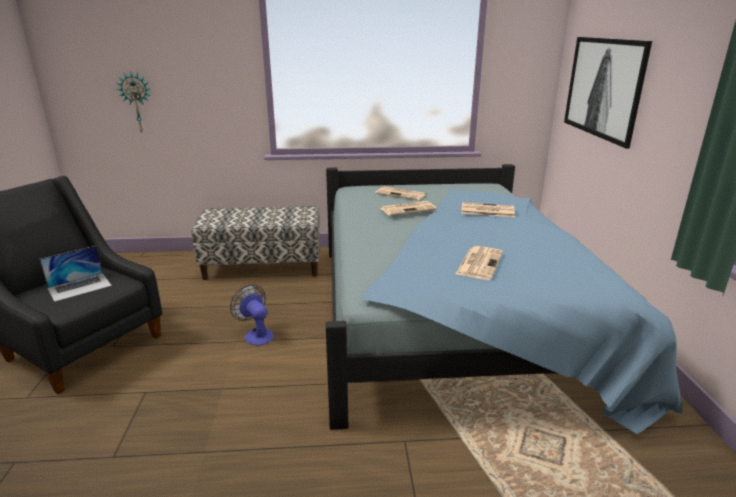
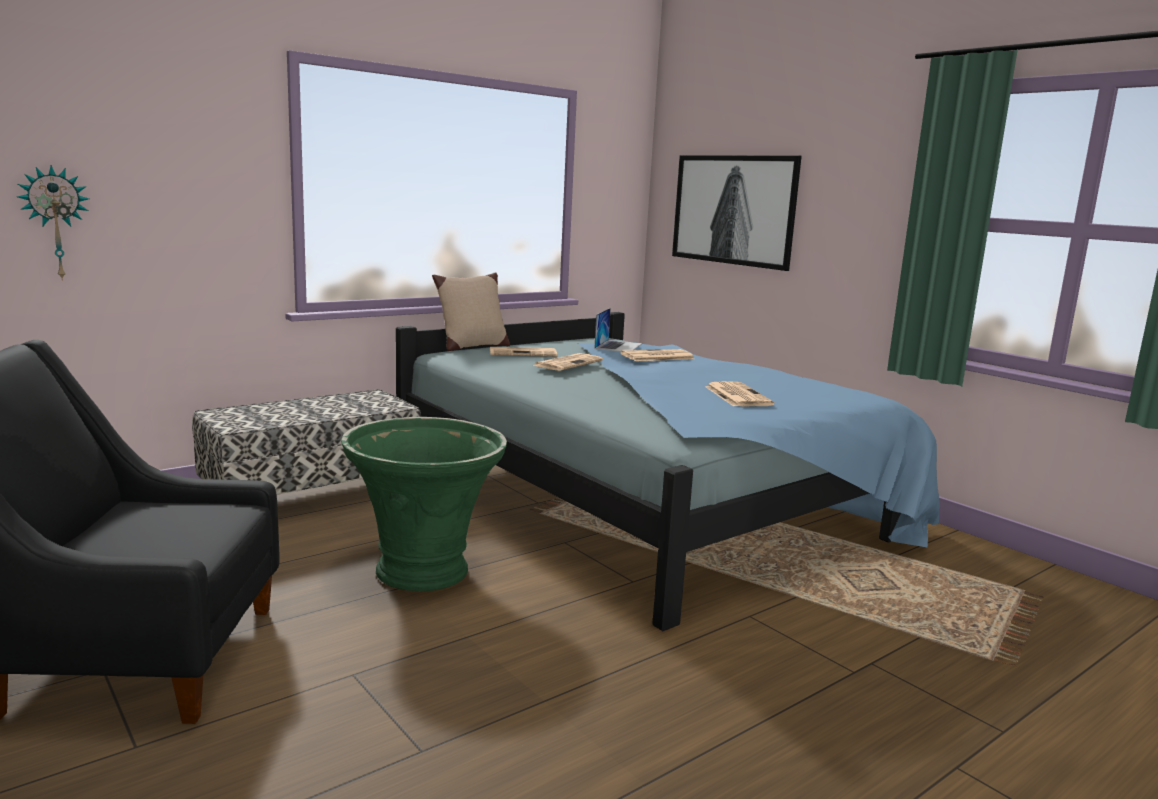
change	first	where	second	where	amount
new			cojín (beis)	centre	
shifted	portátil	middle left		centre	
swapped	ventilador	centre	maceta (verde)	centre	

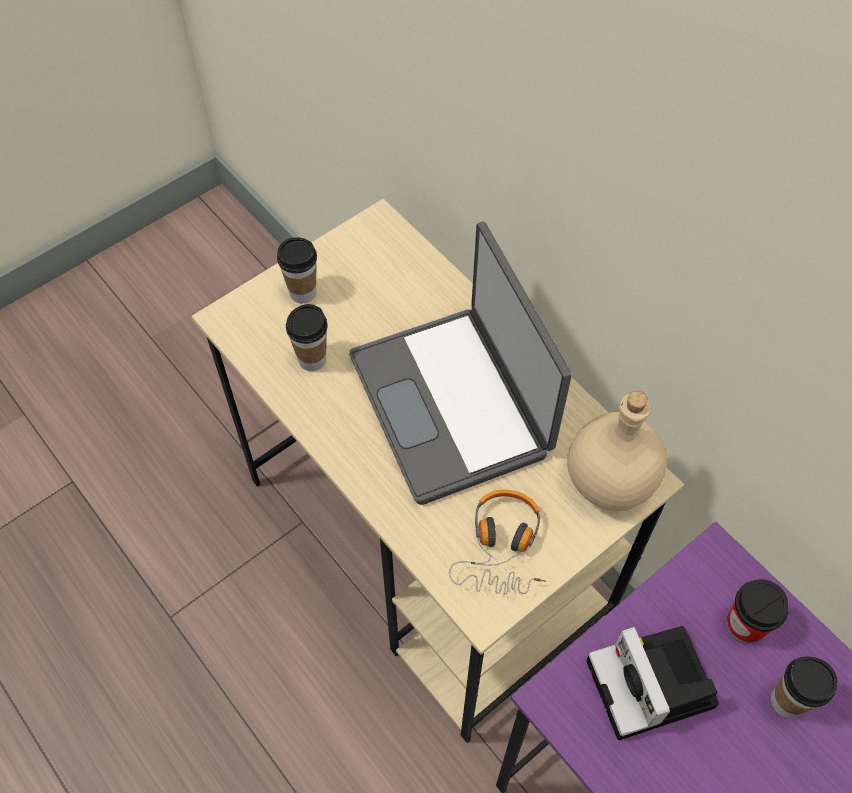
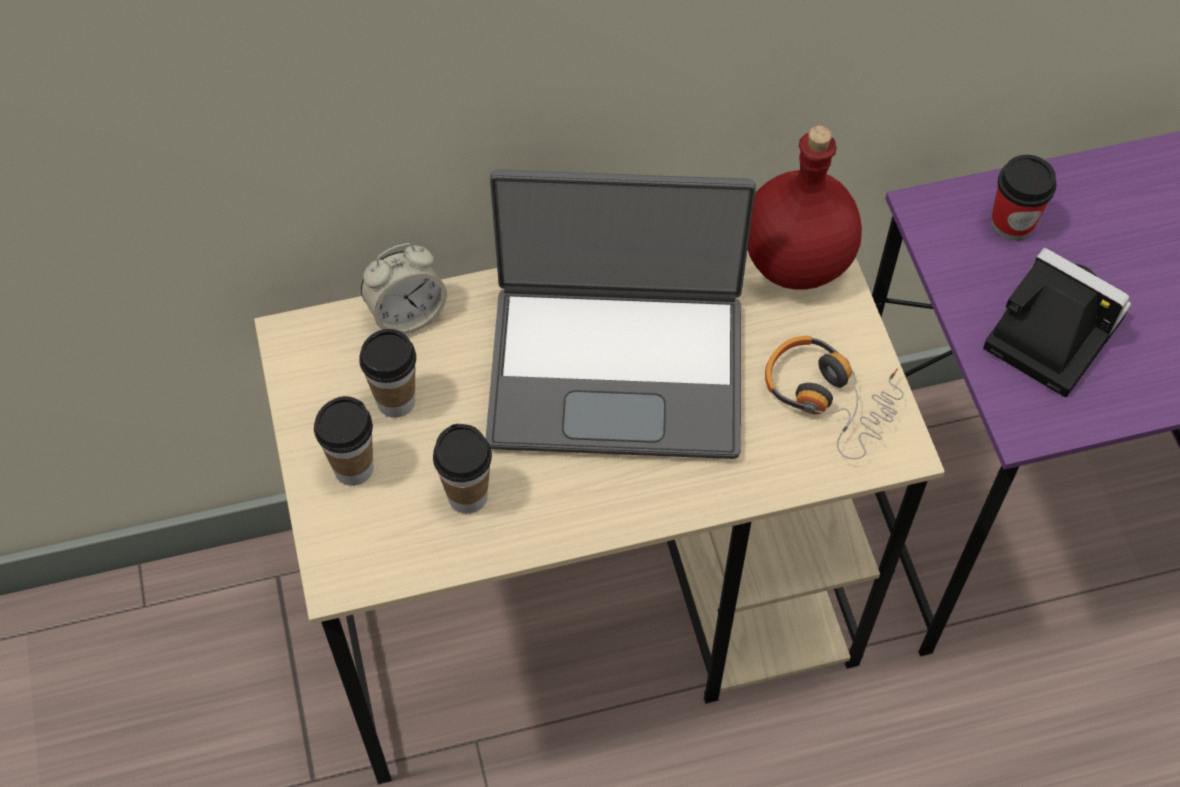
change	first	where	second	where	amount
new			despertador	centre	
shifted	taza (no. 4 from left in the first image)	bottom right	taza (no. 2 from left)	middle left	
repainted	botella (beis)	middle right	botella (rojo)	top right	
rotated	cámara	bottom right		middle right	150 degrees counterclockwise

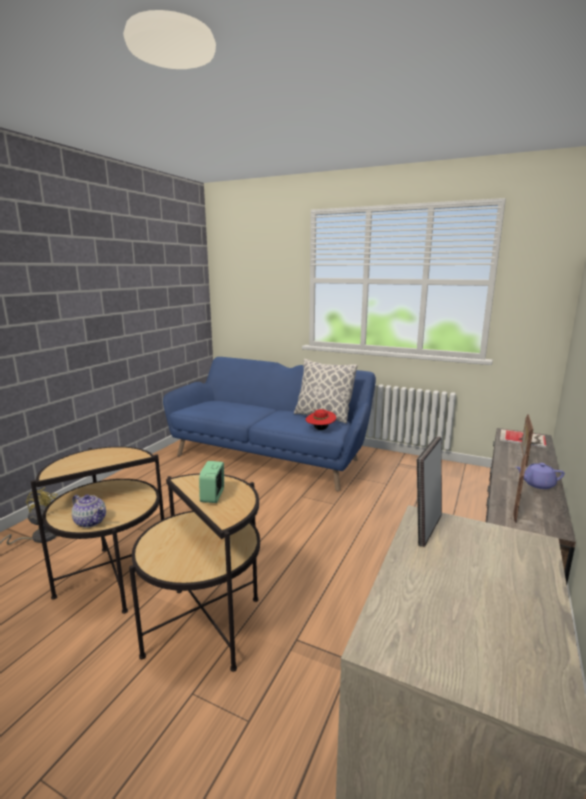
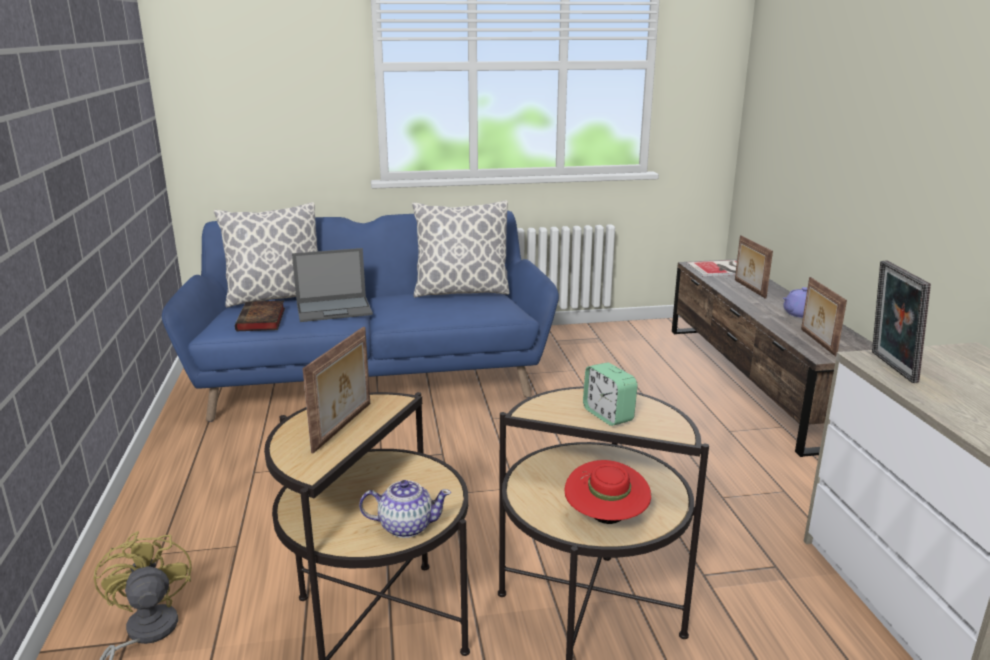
change	first	where	second	where	amount
new			cojín (no. 1 from left)	middle left	
new			libro (no. 1 from left)	middle left	
new			portátil	centre	
new			portarretratos (no. 1 from left)	centre	
shifted	sombrero (rojo)	centre		bottom centre	

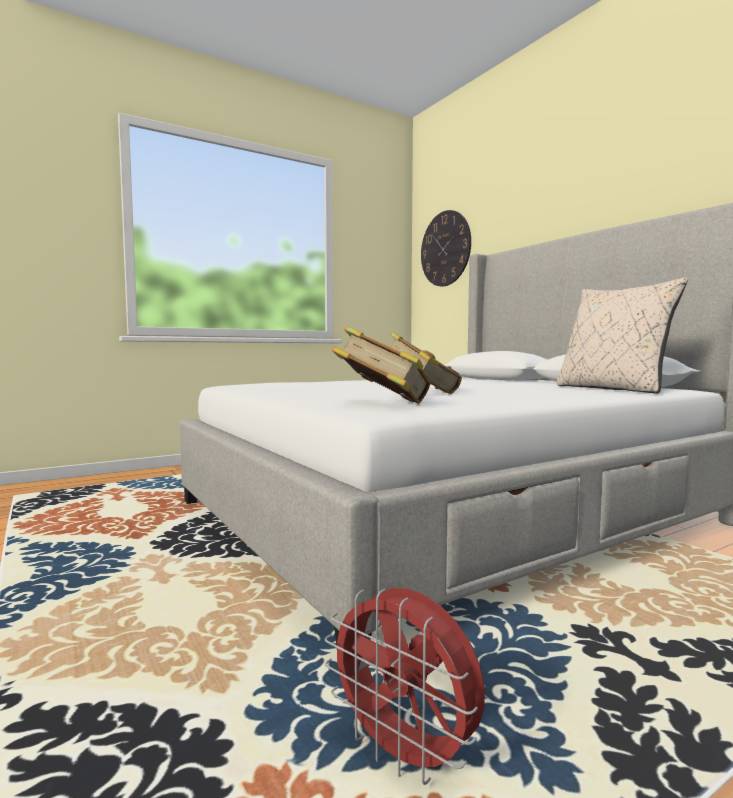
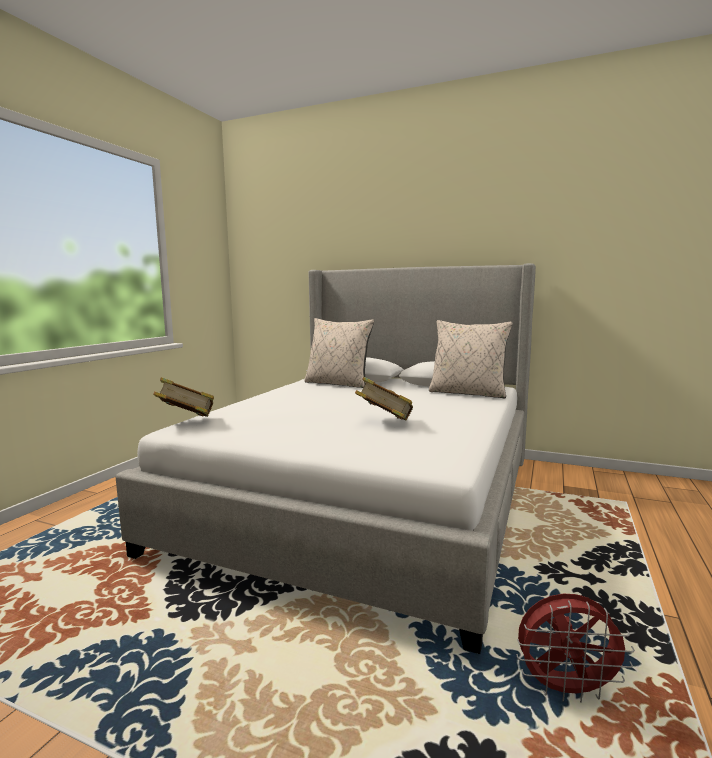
change	first	where	second	where	amount
gone	reloj de pared	top centre			
new			cojín (beis) (no. 1 from left)	centre	
shifted	libro (no. 1 from left)	centre		middle left	

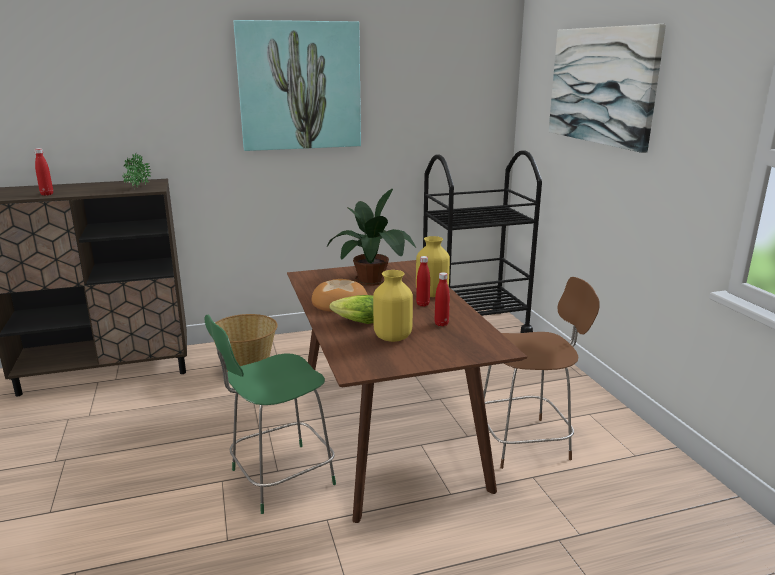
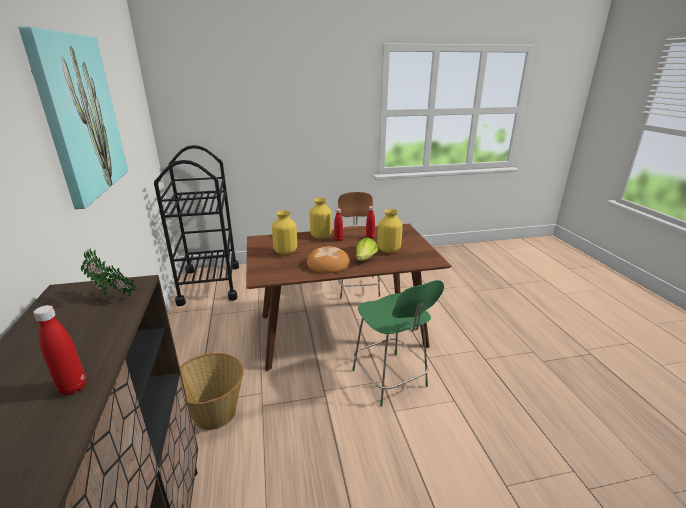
change	first	where	second	where	amount
gone	cuadro (no. 2 from left)	top right			
swapped	planta en maceta (no. 2 from left)	centre	florero (amarillo) (no. 1 from left)	centre	

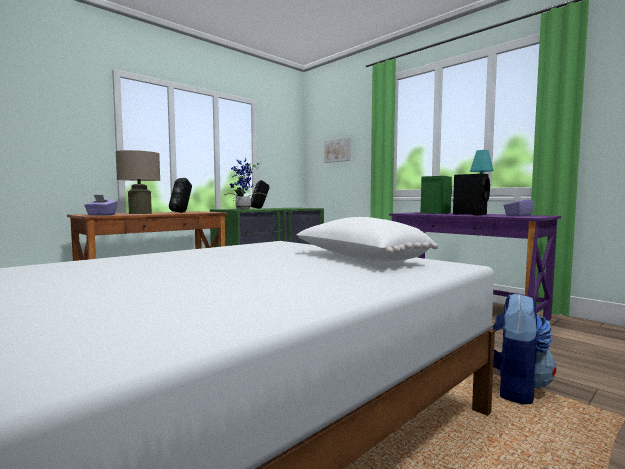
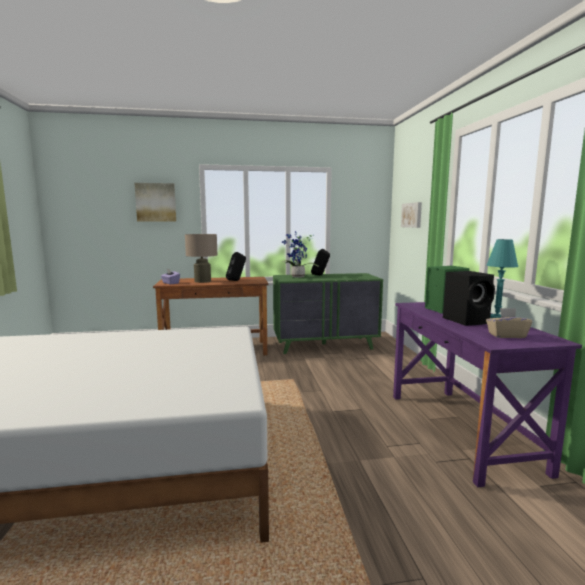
change	first	where	second	where	amount
gone	cojín (blanco)	centre			
gone	mochila	bottom right			
new			cuadro (no. 1 from left)	middle left	
repainted	caja de pañuelos (morado) (no. 2 from left)	middle right	caja de pañuelos (beis)	middle right	

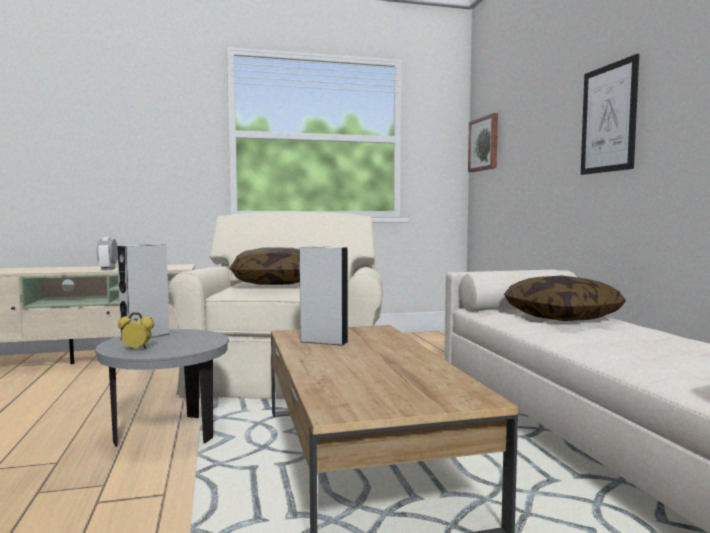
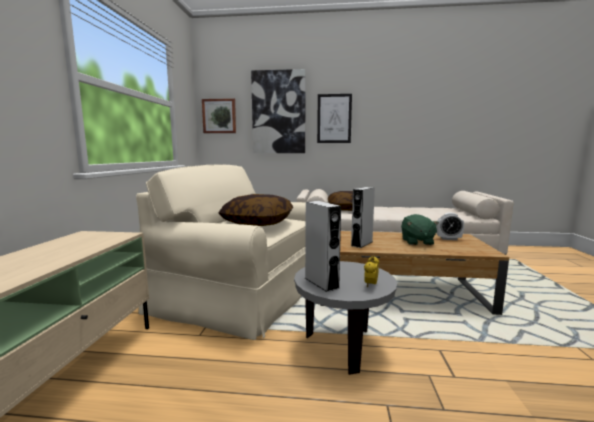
change	first	where	second	where	amount
new			cuadro (no. 2 from left)	top centre	
new			peluche (verde)	middle right	
shifted	despertador (no. 1 from left in the first image)	middle left	despertador (no. 2 from left)	middle right	

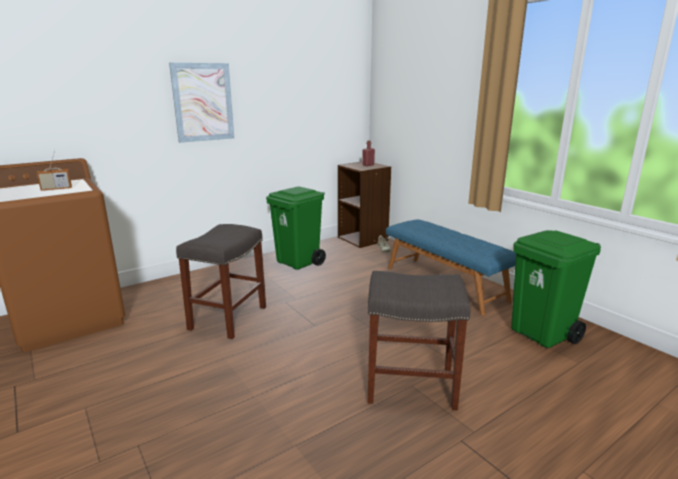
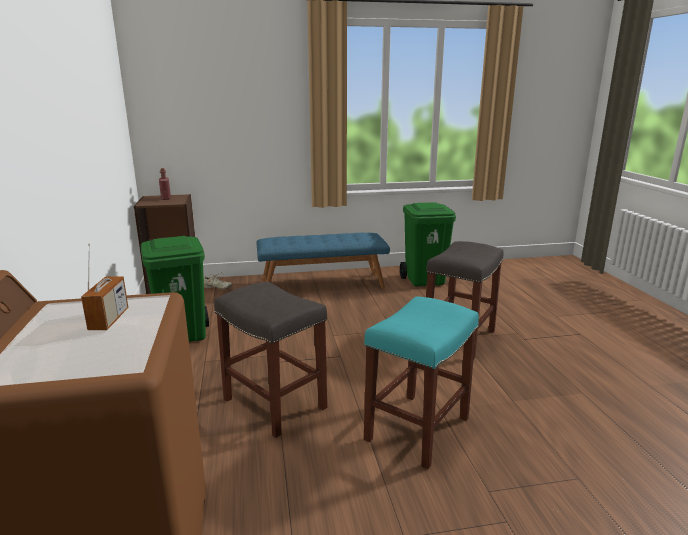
change	first	where	second	where	amount
gone	cuadro	top left			
new			taburete (turquesa)	bottom centre	

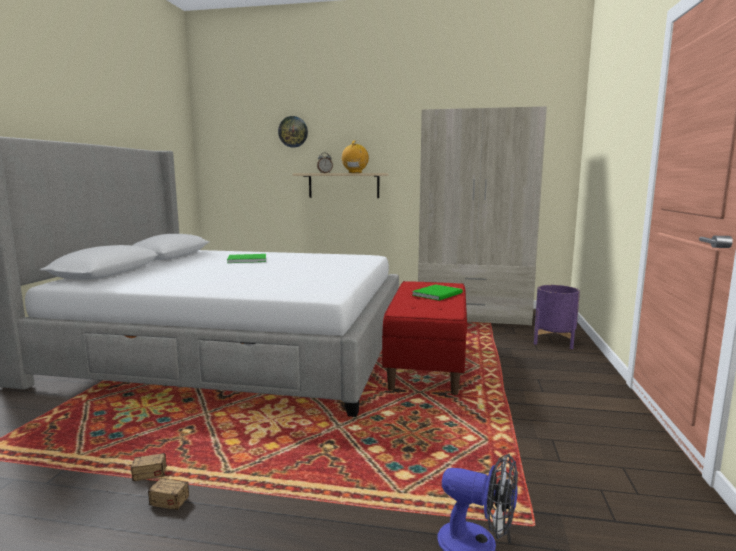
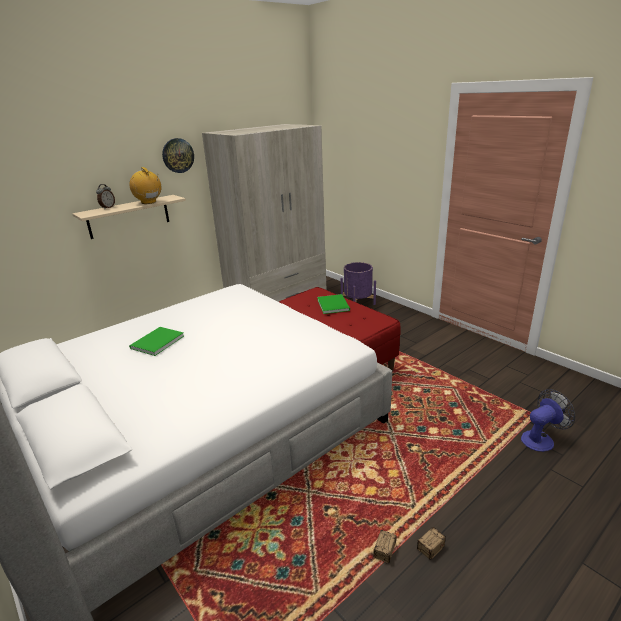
change	first	where	second	where	amount
shifted	reloj de pared	top centre		top left	

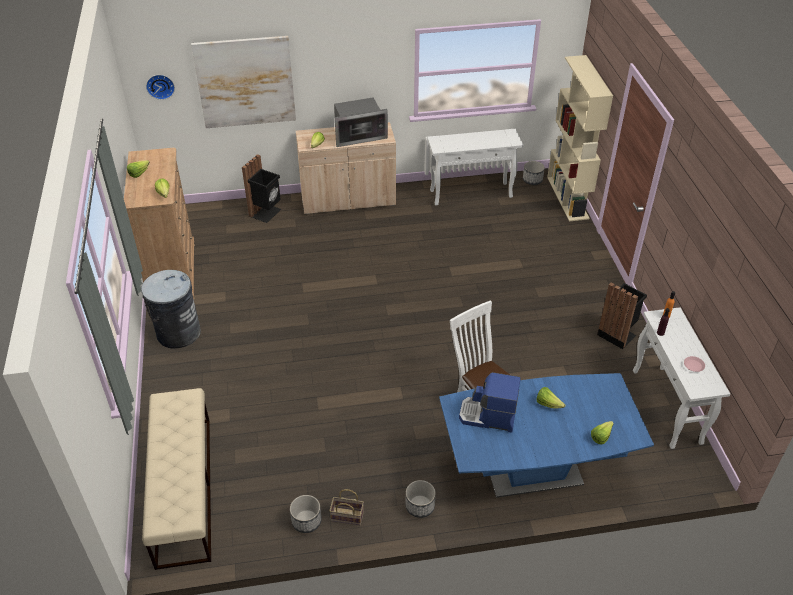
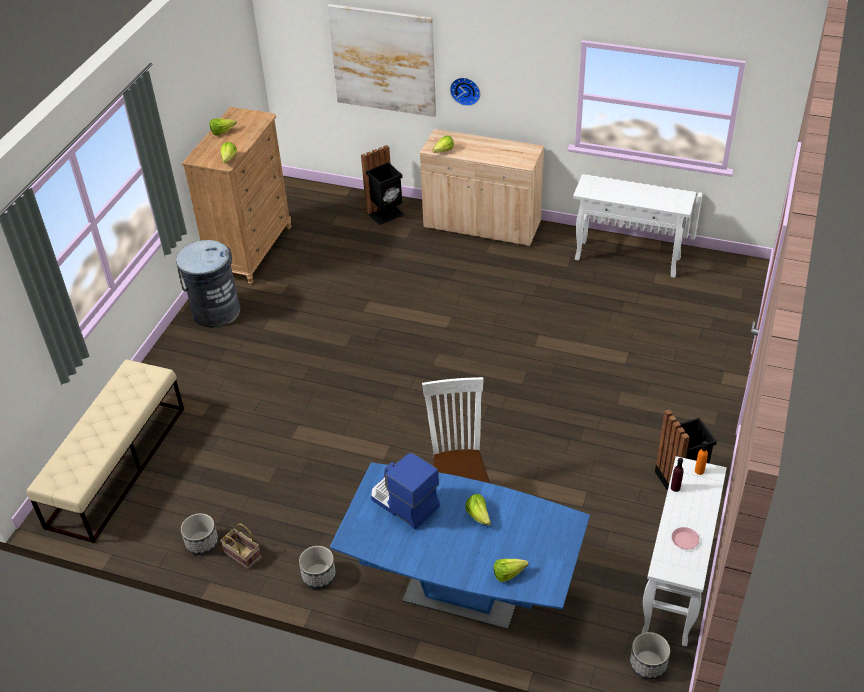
change	first	where	second	where	amount
gone	microondas	top centre			
gone	estantería (beis)	top right			
shifted	reloj de pared	top left		top centre	
shifted	maceta (no. 3 from left)	top right		bottom right	

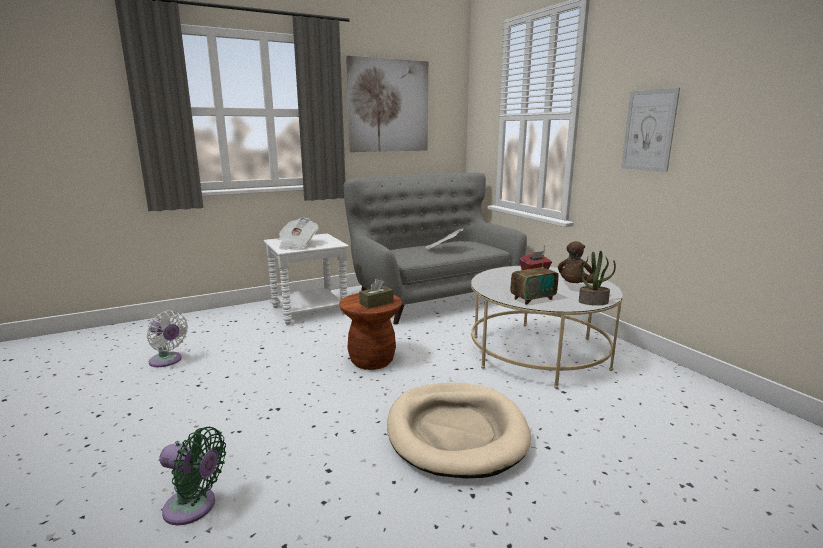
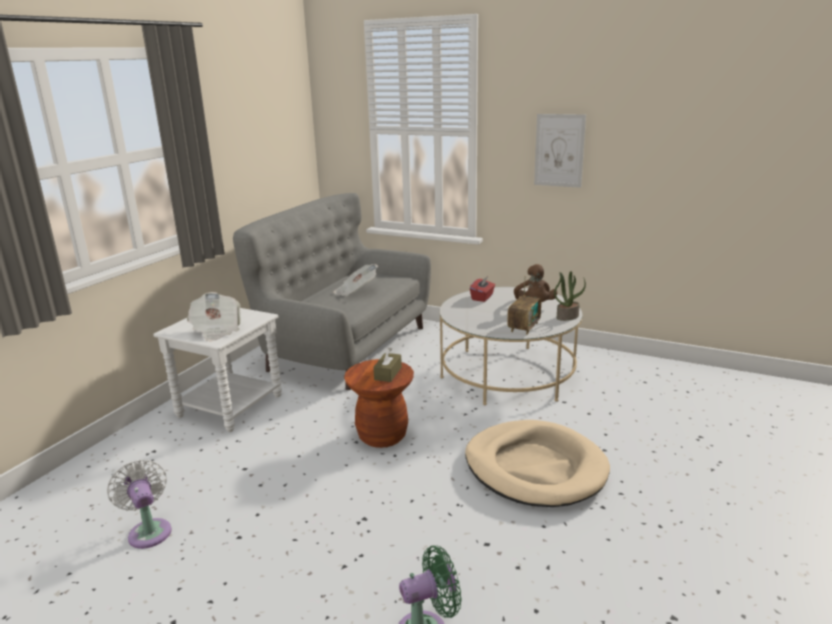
change	first	where	second	where	amount
gone	cuadro (no. 1 from left)	top centre			
rotated	ventilador (blanco)	middle left		bottom left	120 degrees counterclockwise

